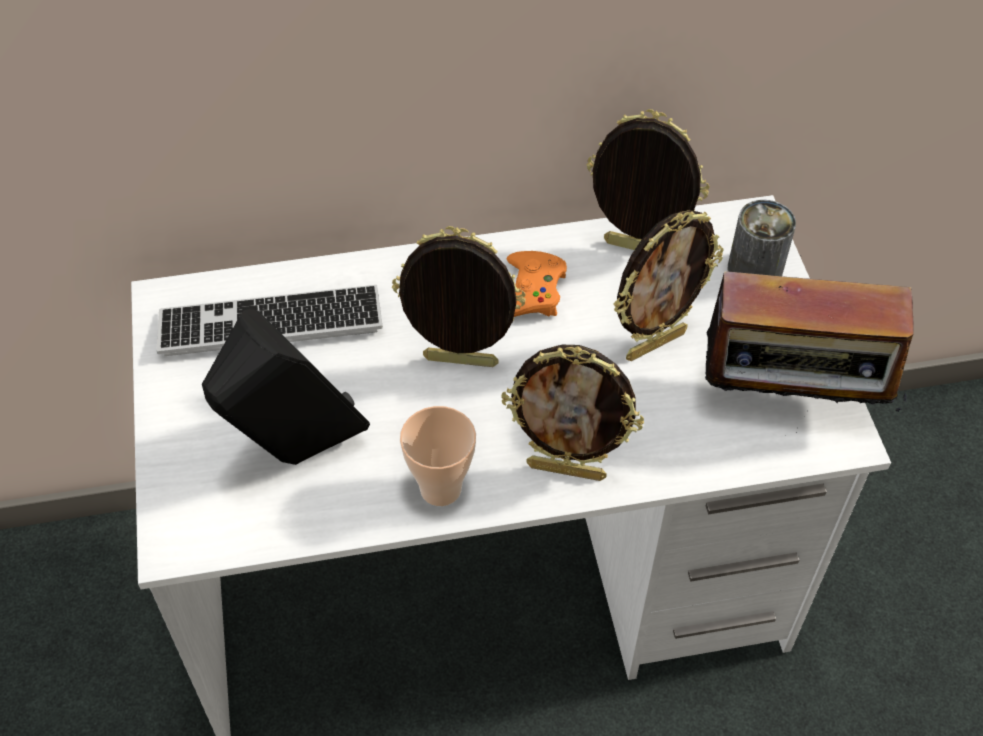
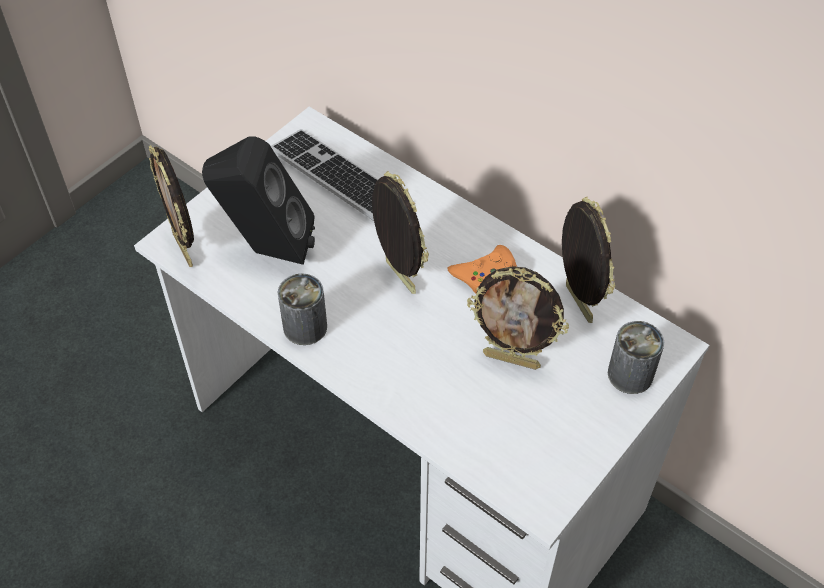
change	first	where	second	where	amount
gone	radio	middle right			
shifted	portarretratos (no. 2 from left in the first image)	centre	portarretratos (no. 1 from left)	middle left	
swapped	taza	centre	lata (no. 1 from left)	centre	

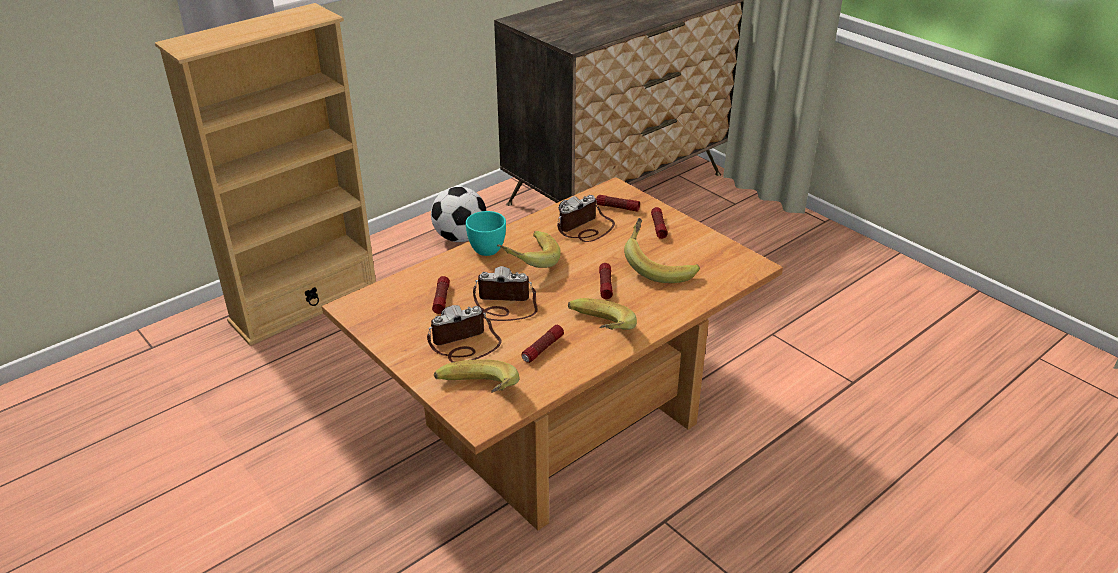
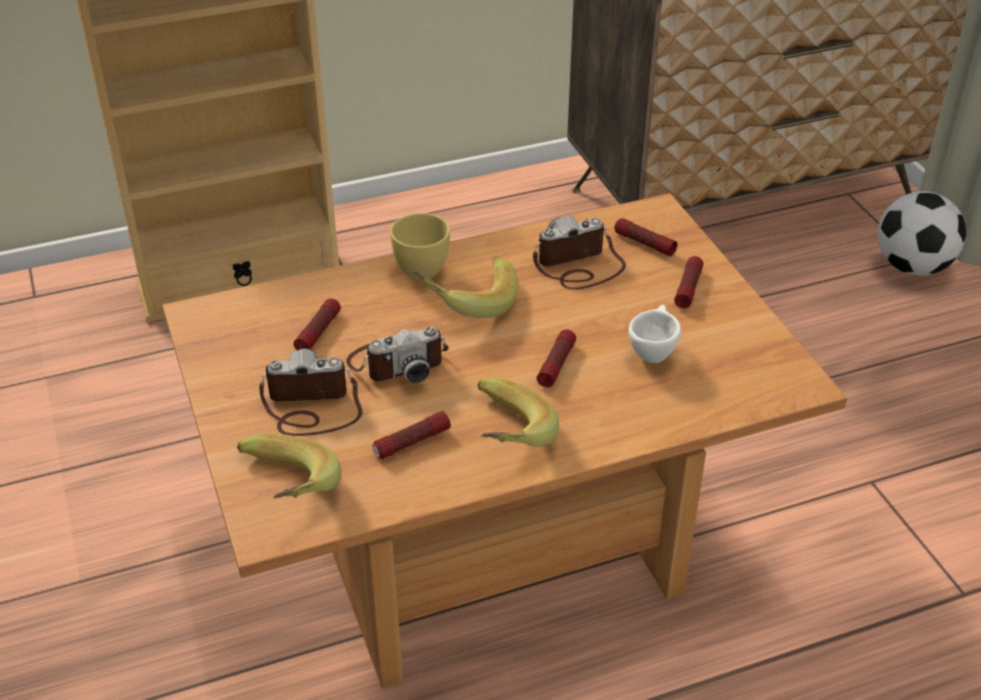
change	first	where	second	where	amount
shifted	balón de fútbol	centre		top right	
swapped	plátano (no. 4 from left)	centre	taza (blanco)	middle right	
repainted	taza (turquesa)	centre	taza (amarillo)	centre	
rotated	cámara (no. 2 from left)	centre		centre	135 degrees clockwise

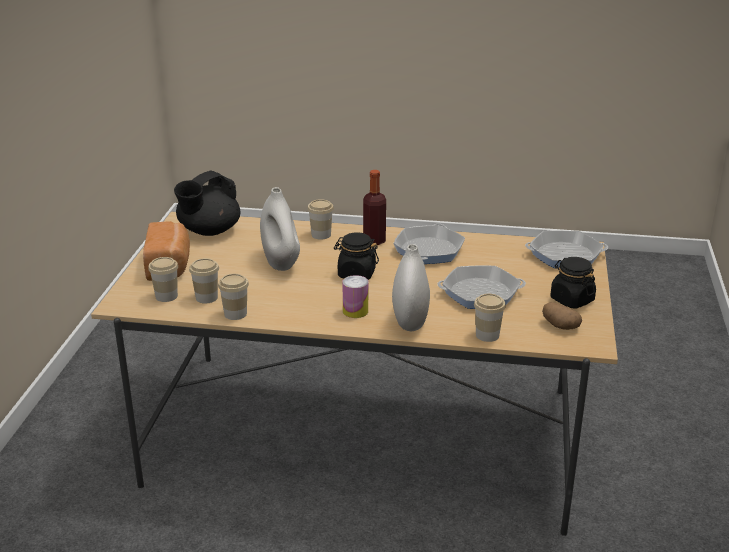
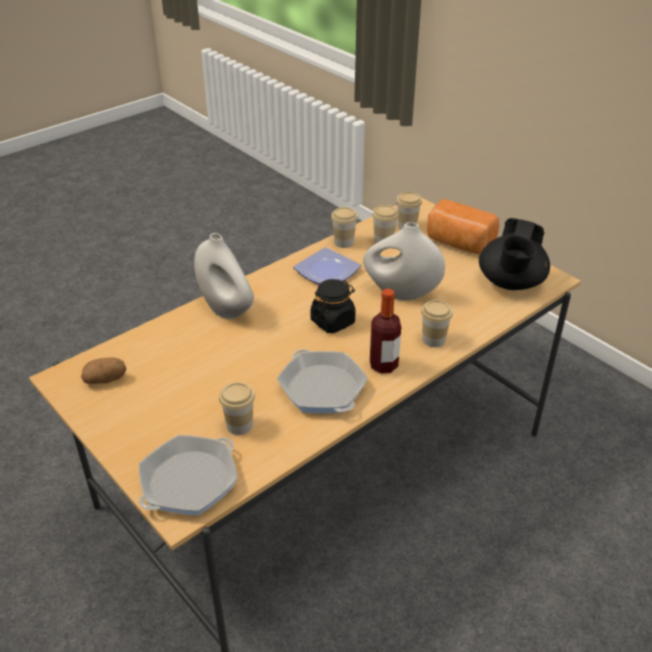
change	first	where	second	where	amount
gone	lata	centre			
gone	sartén (no. 2 from left)	centre			
gone	tarro (negro) (no. 2 from left)	middle right			
new			plato	centre	
shifted	taza (no. 5 from left in the first image)	middle right	taza (no. 1 from left)	centre	
rotated	tetera (negro)	middle left		middle right	150 degrees counterclockwise

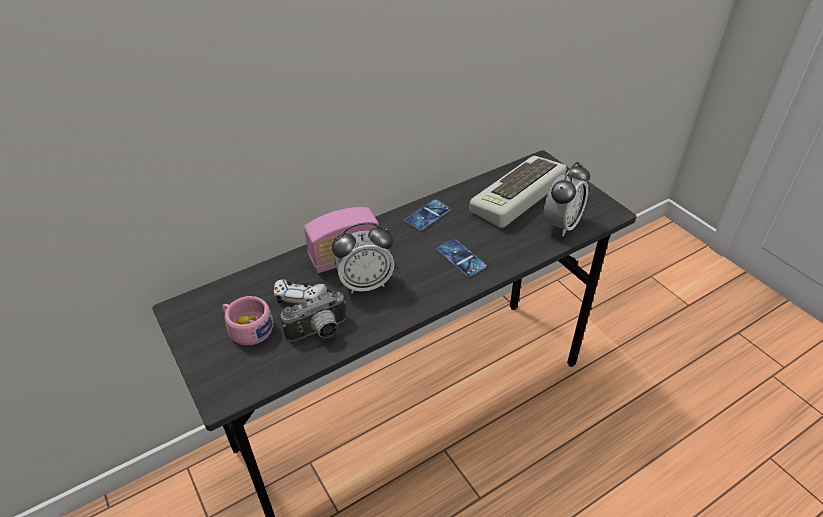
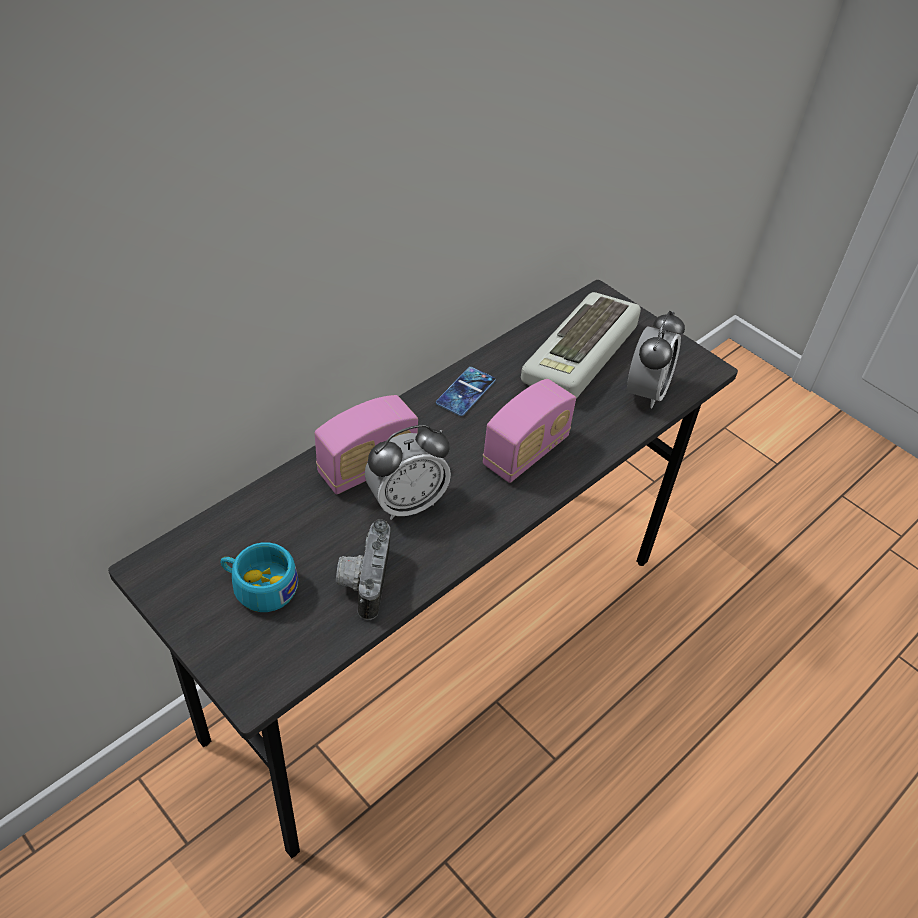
change	first	where	second	where	amount
gone	mando de consola (blanco)	centre			
swapped	móvil (no. 2 from left)	centre	radio (no. 2 from left)	centre	
repainted	taza (rosa)	middle left	taza (turquesa)	middle left	
rotated	cámara	centre		centre	135 degrees clockwise

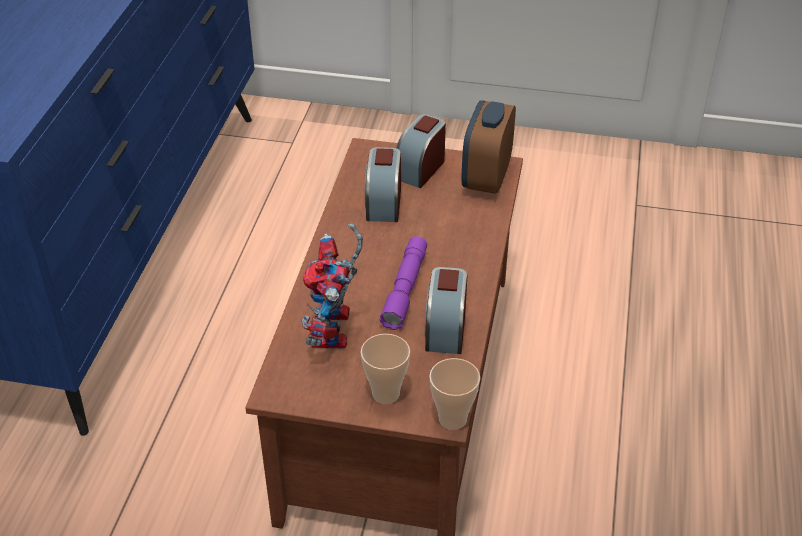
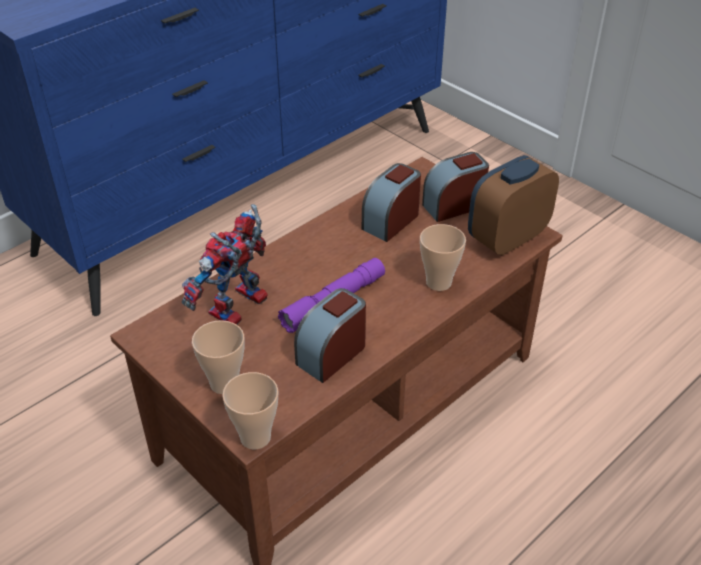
change	first	where	second	where	amount
new			taza (no. 3 from left)	centre	

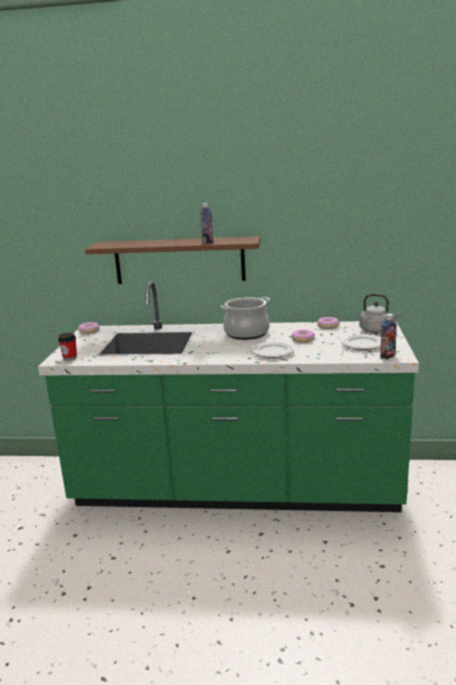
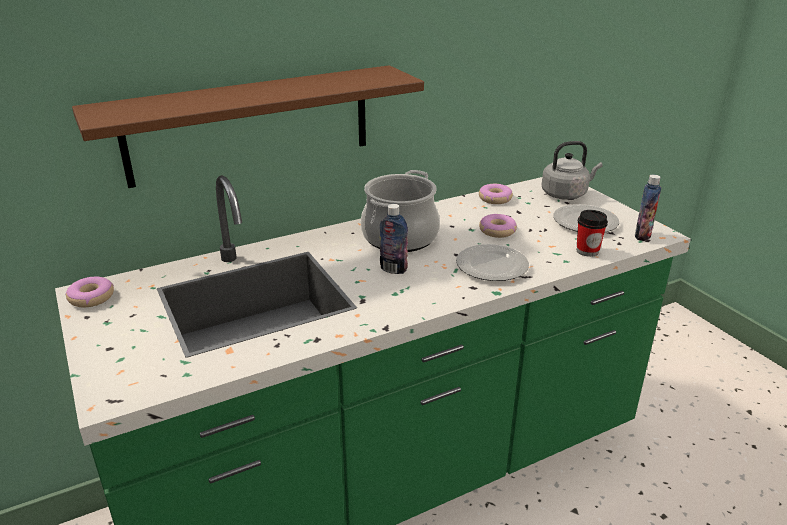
change	first	where	second	where	amount
shifted	taza	middle left		middle right	
shifted	botella (no. 1 from left)	top centre		centre	

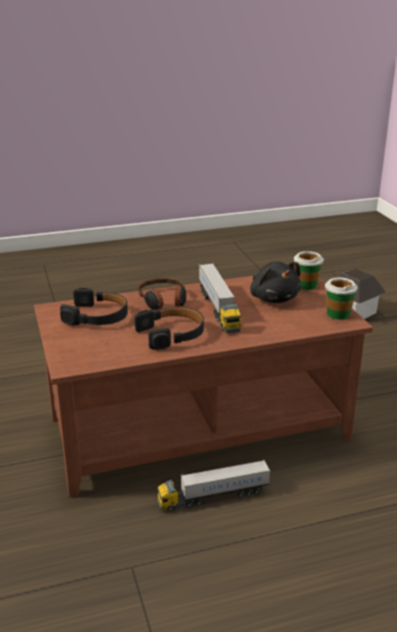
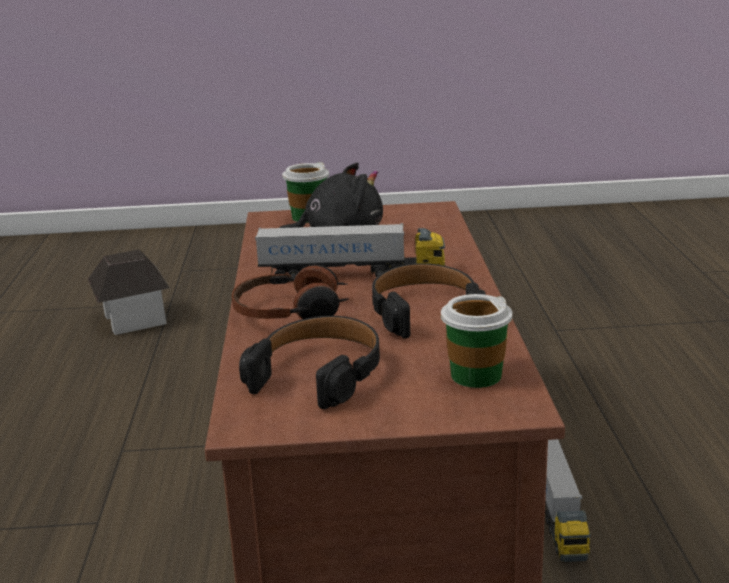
change	first	where	second	where	amount
shifted	taza (no. 2 from left)	middle right		centre	

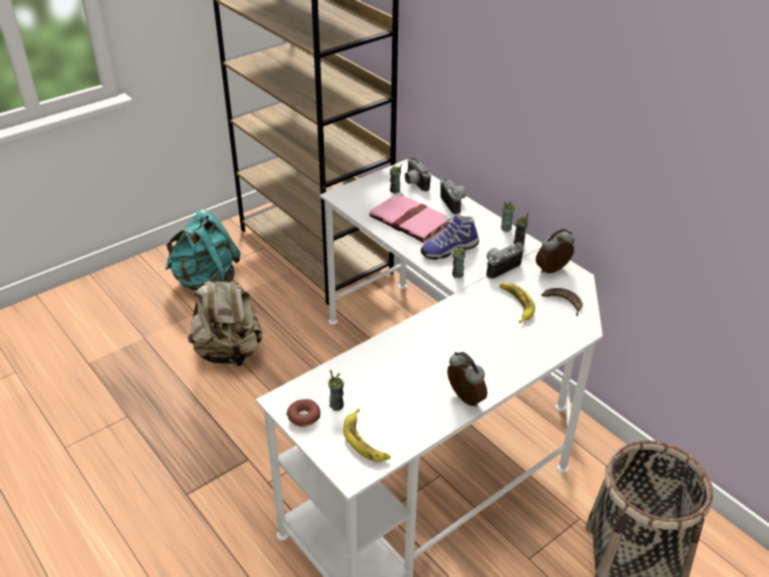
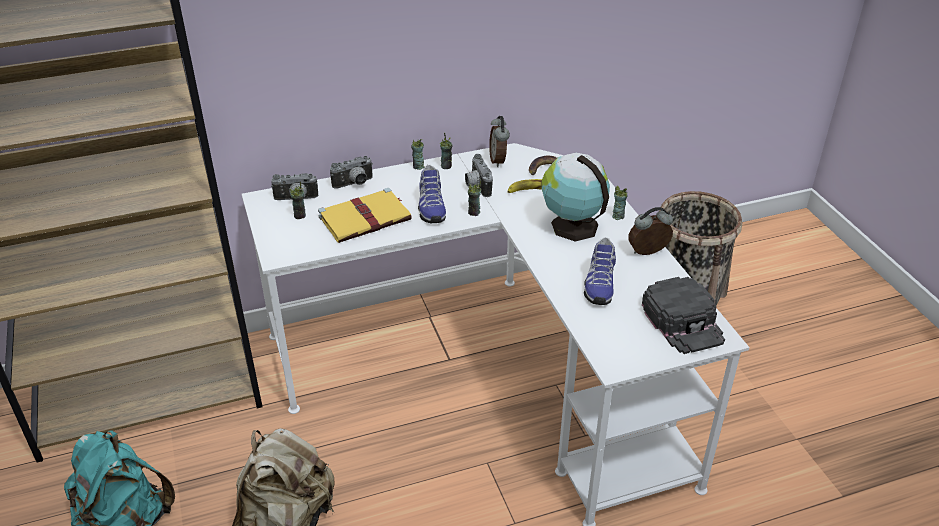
change	first	where	second	where	amount
gone	rosquilla	bottom centre			
new			globo terráqueo	centre	
new			zapato (no. 2 from left)	centre	
shifted	taza (no. 1 from left in the first image)	bottom centre	taza (no. 5 from left)	centre	
swapped	plátano (no. 1 from left)	bottom centre	gorra (negro)	middle right	
repainted	libro (rosa)	centre	libro (amarillo)	centre	
rotated	cámara (no. 2 from left)	centre		top centre	150 degrees clockwise

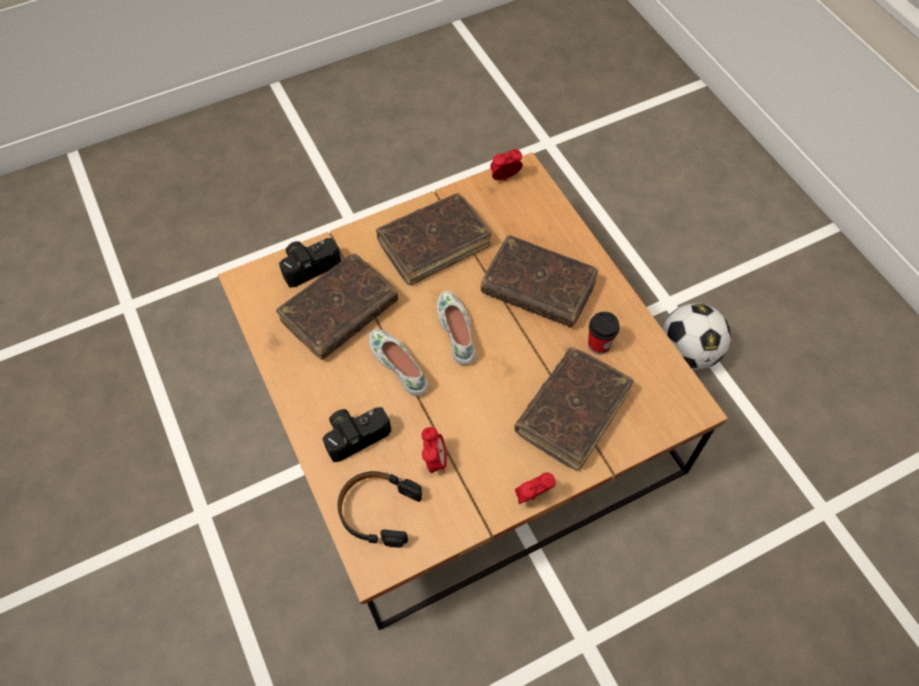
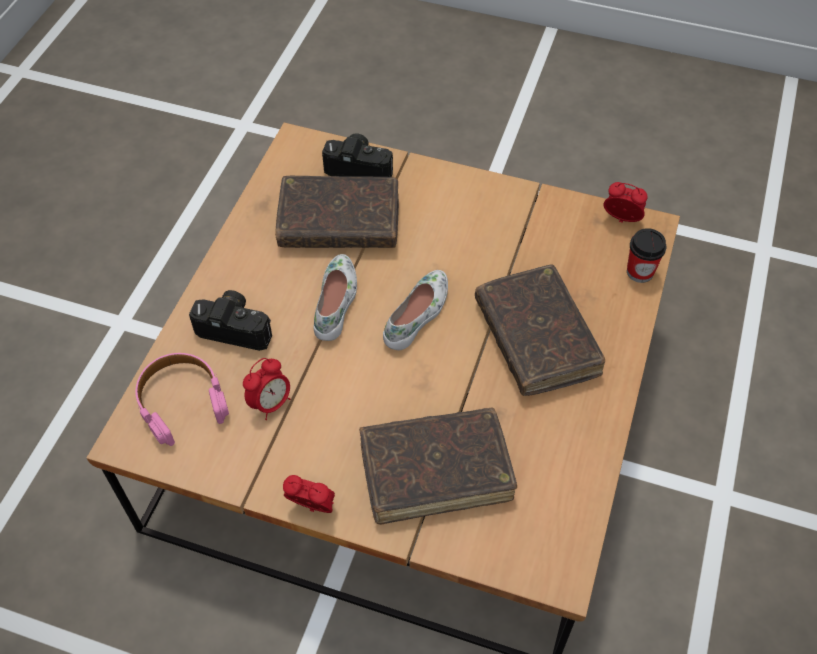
change	first	where	second	where	amount
gone	libro (marrón) (no. 2 from left)	centre			
gone	balón de fútbol	middle right			
shifted	taza	centre		middle right	
repainted	auriculares (negro)	bottom centre	auriculares (rosa)	middle left	

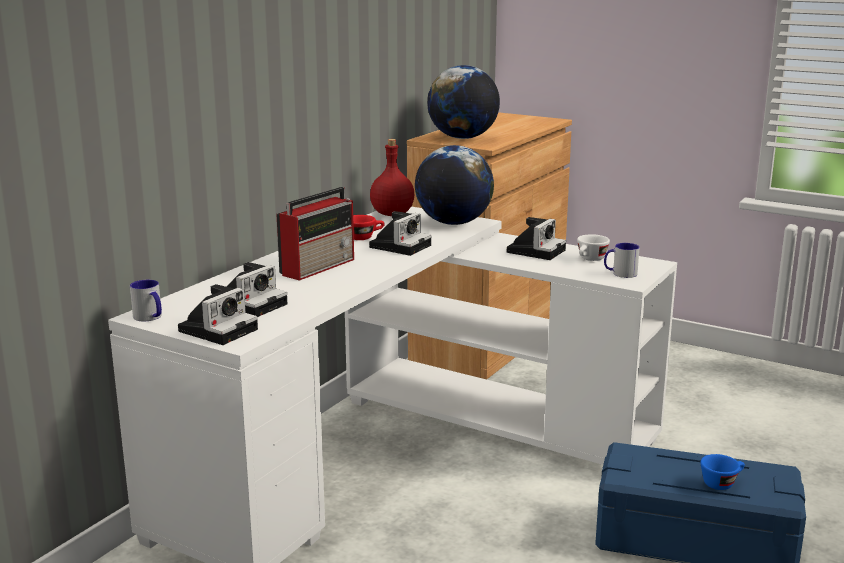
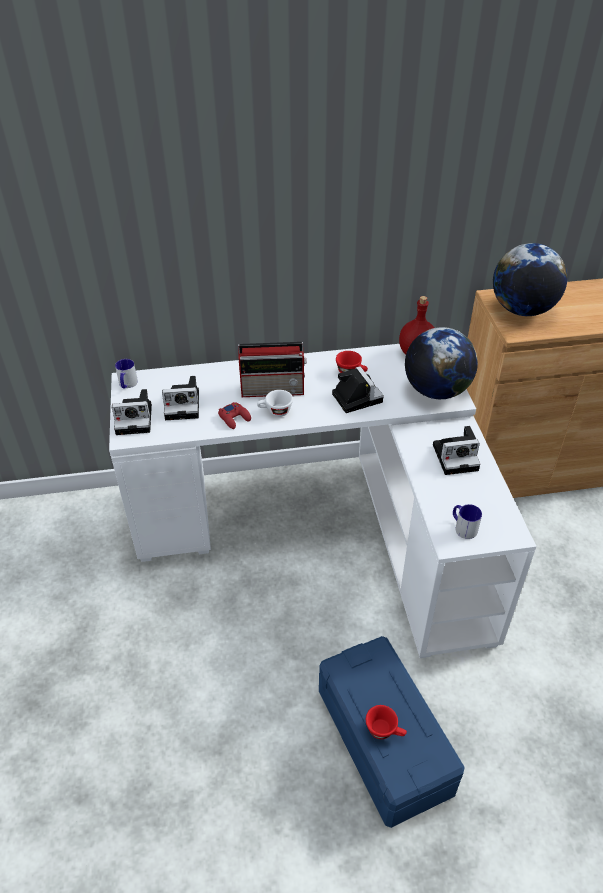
change	first	where	second	where	amount
new			mando de consola (rojo)	centre	
shifted	taza (blanco)	middle right		centre	
repainted	taza (azul)	bottom right	taza (rojo) (no. 2 from left)	bottom centre	
rotated	cámara (no. 3 from left)	centre		centre	105 degrees counterclockwise

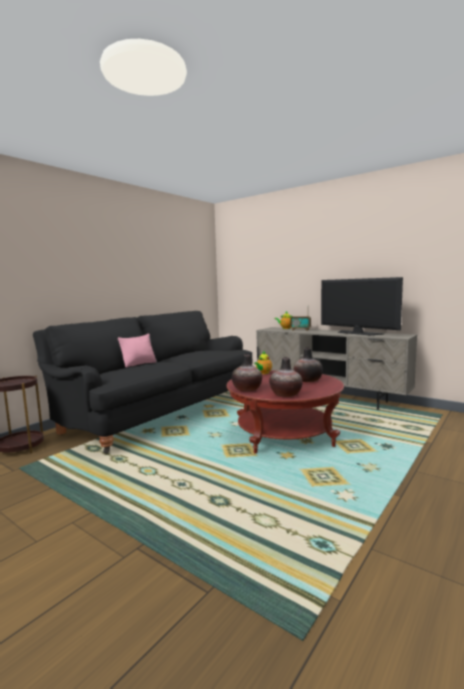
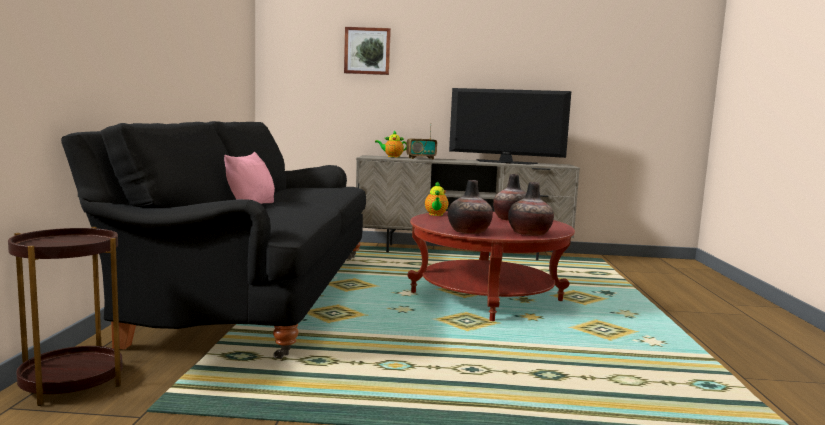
change	first	where	second	where	amount
new			cuadro	top centre	

